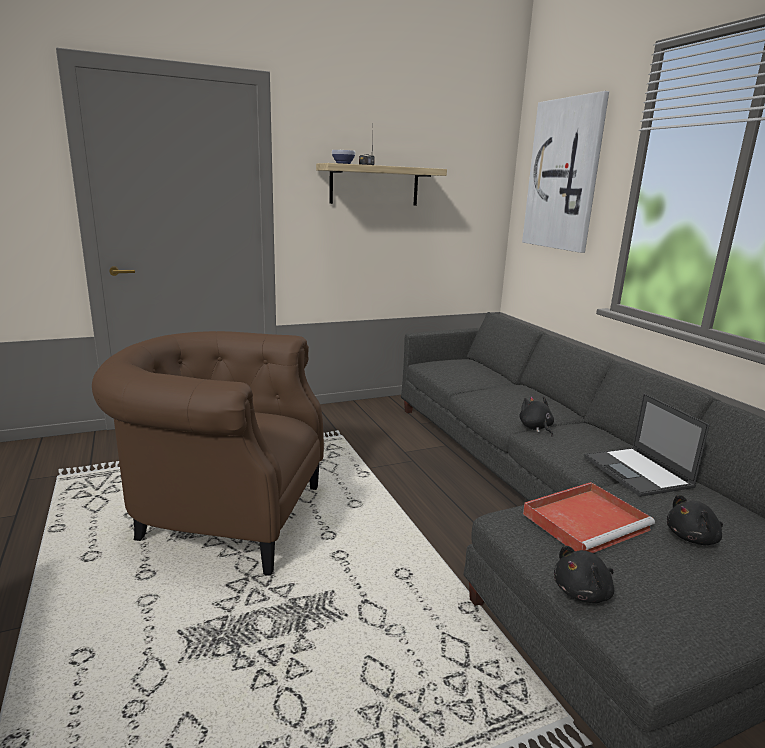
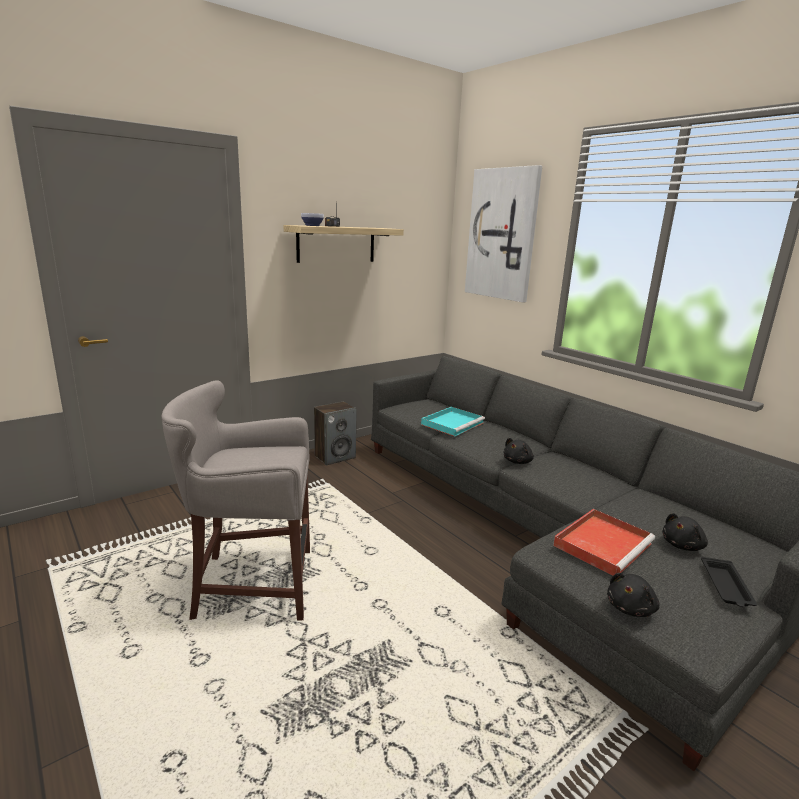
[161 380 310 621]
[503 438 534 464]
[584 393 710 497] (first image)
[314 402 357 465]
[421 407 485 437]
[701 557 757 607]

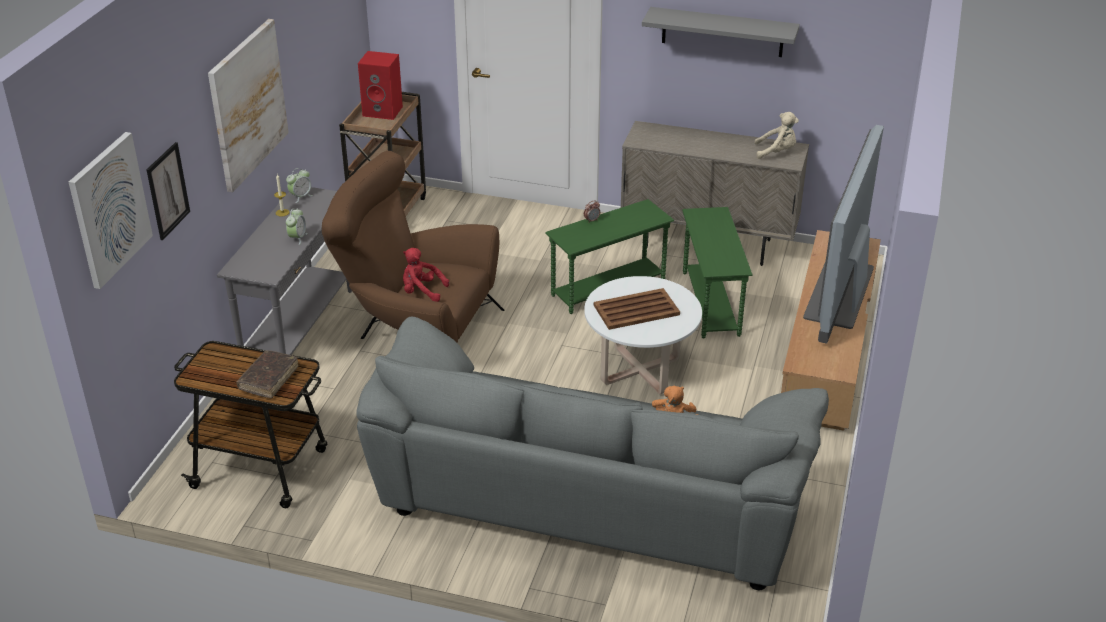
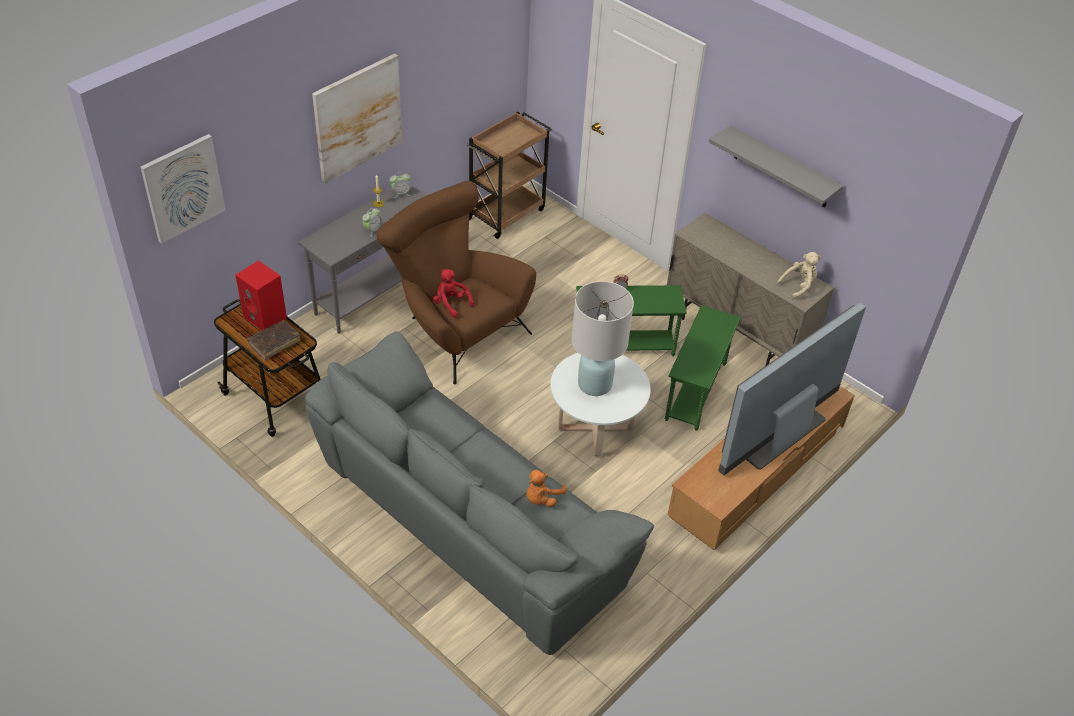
[146 142 190 240] (first image)
[235 260 287 331]
[571 281 634 396]
[777 252 821 300]

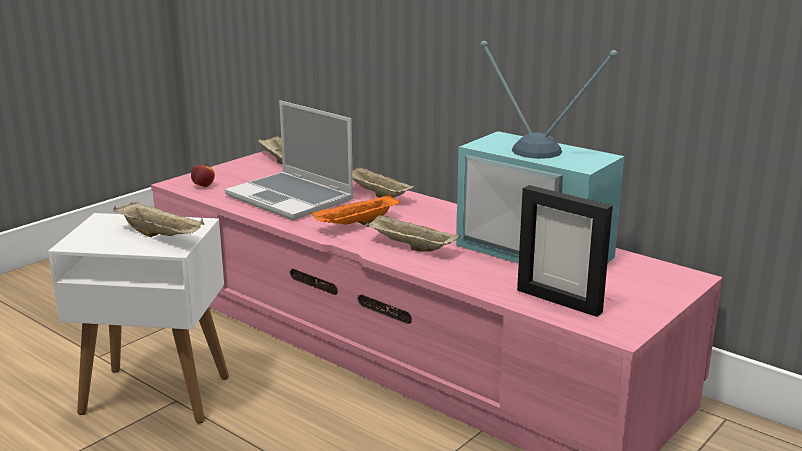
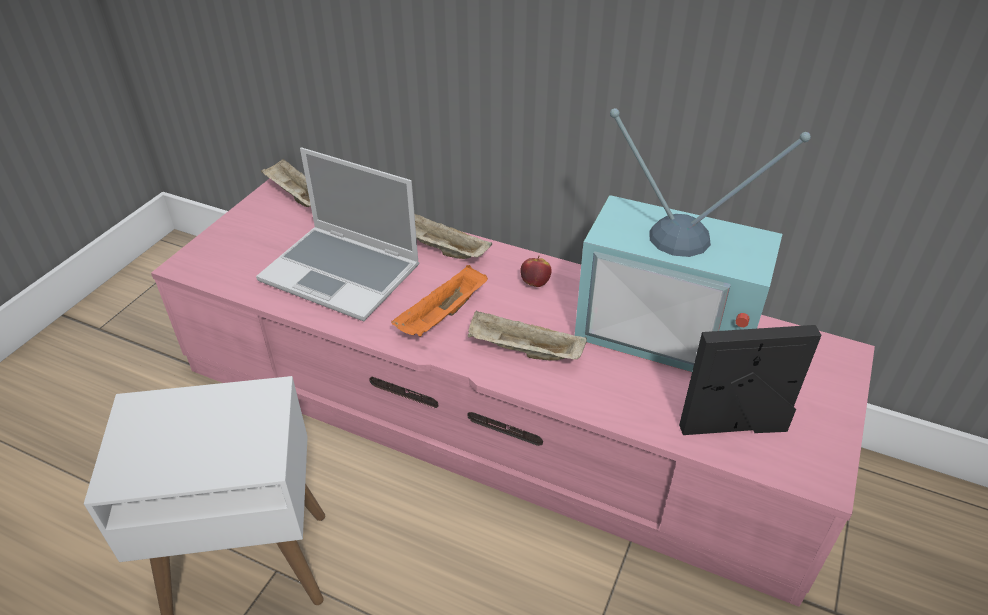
[113 201 204 237] (first image)
[520 255 552 287]
[679 325 822 435]

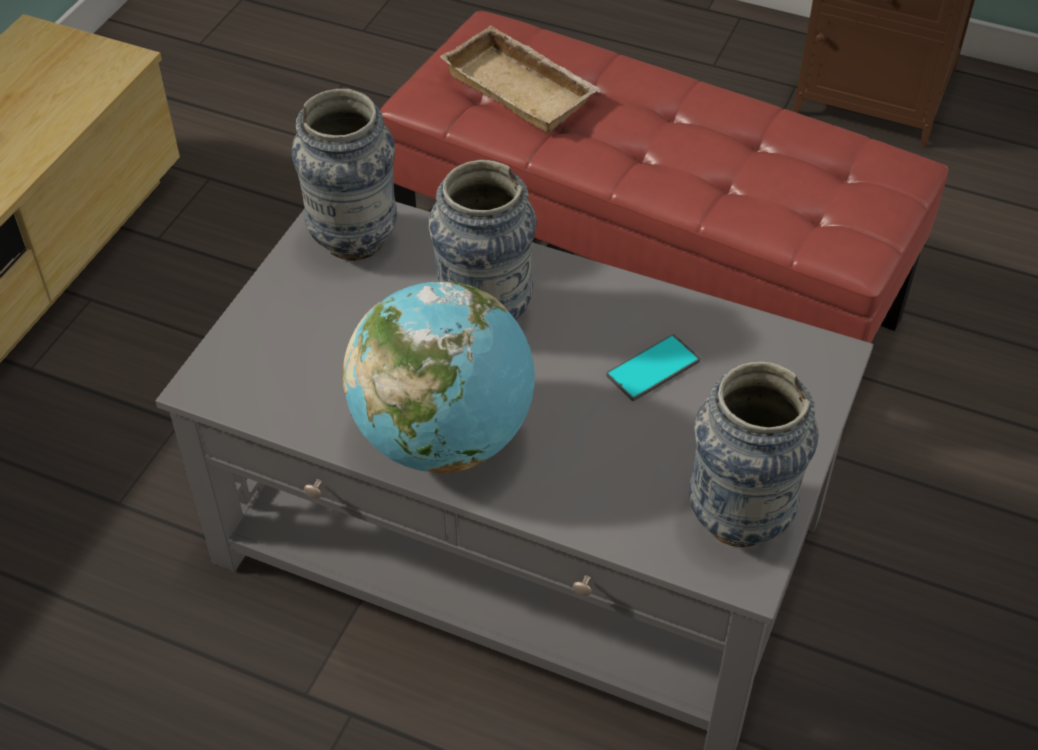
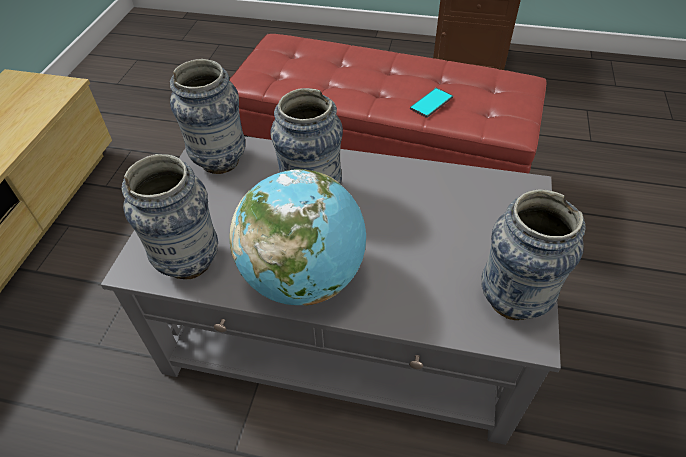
[440 25 600 133] (first image)
[410 88 453 118]
[122 154 218 279]

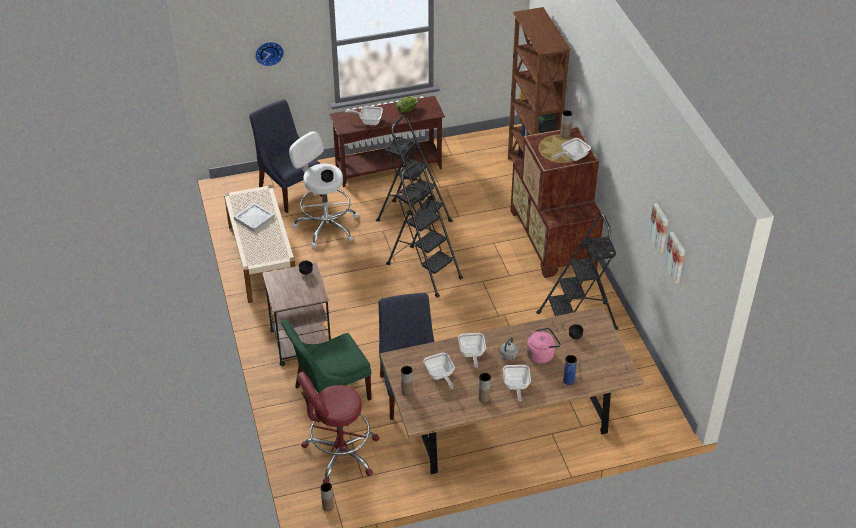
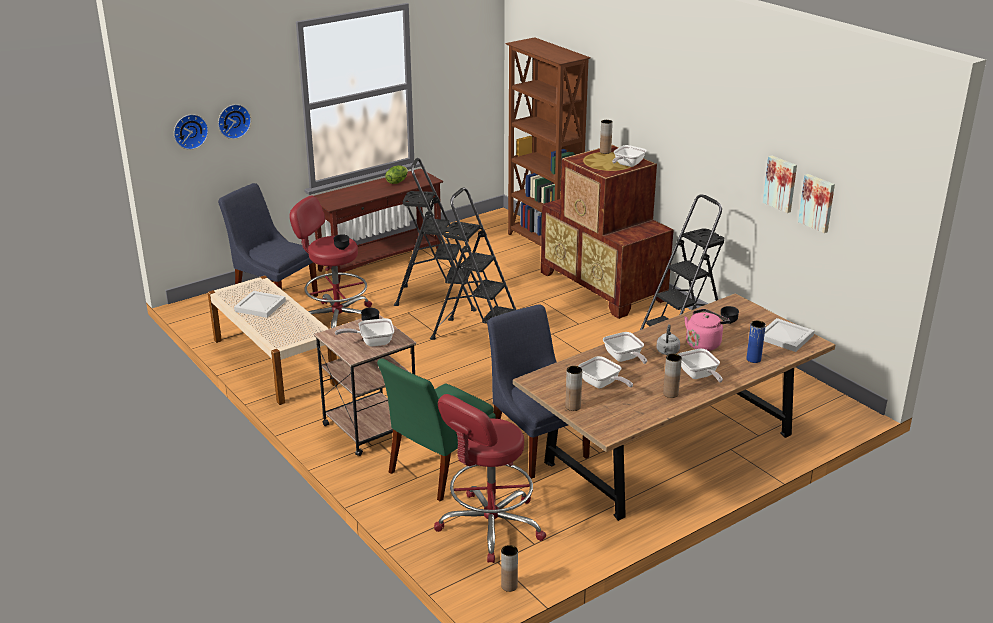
[289 196 372 328]
[335 318 394 347]
[174 114 208 150]
[764 318 815 352]

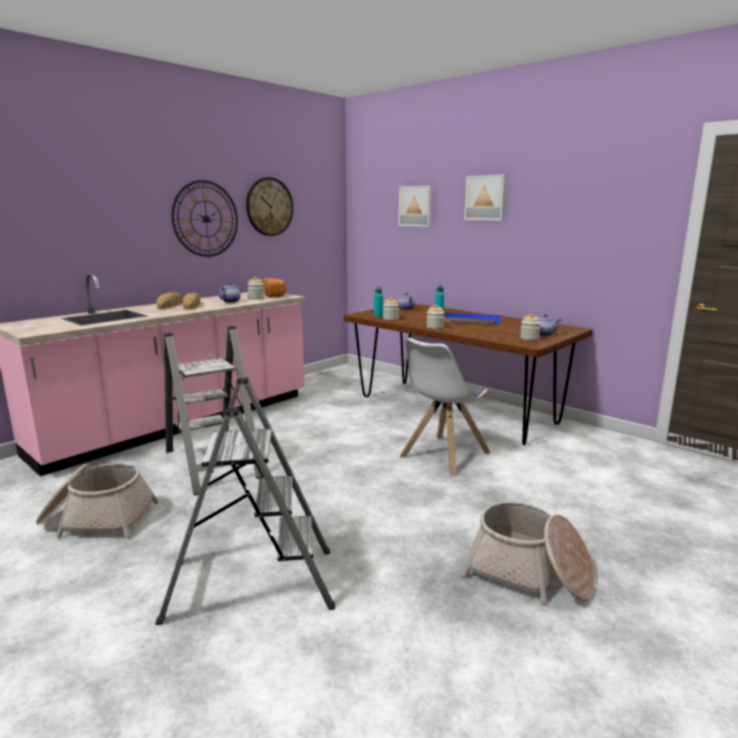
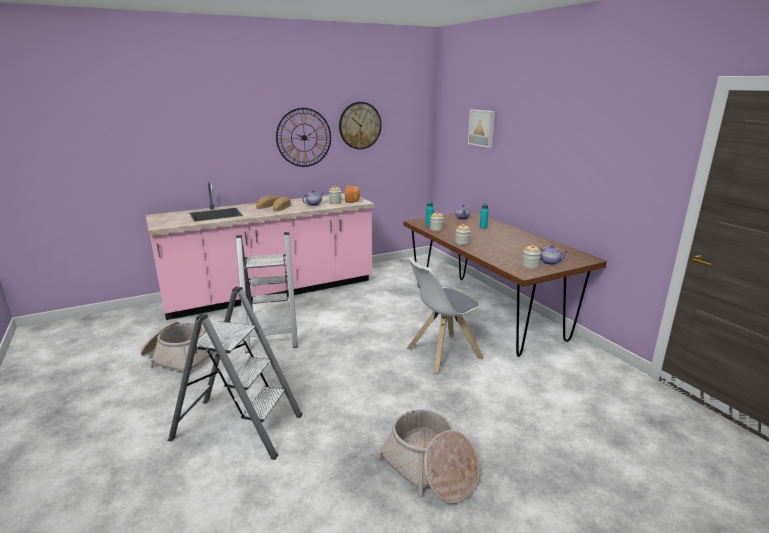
[443 312 502 324] (first image)
[464 174 507 220] (first image)

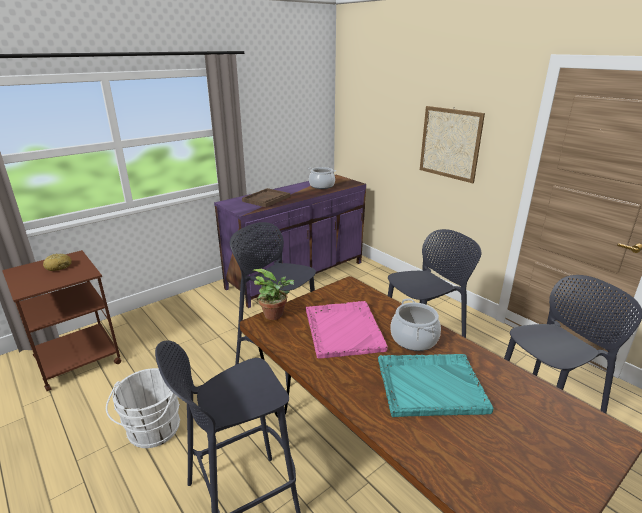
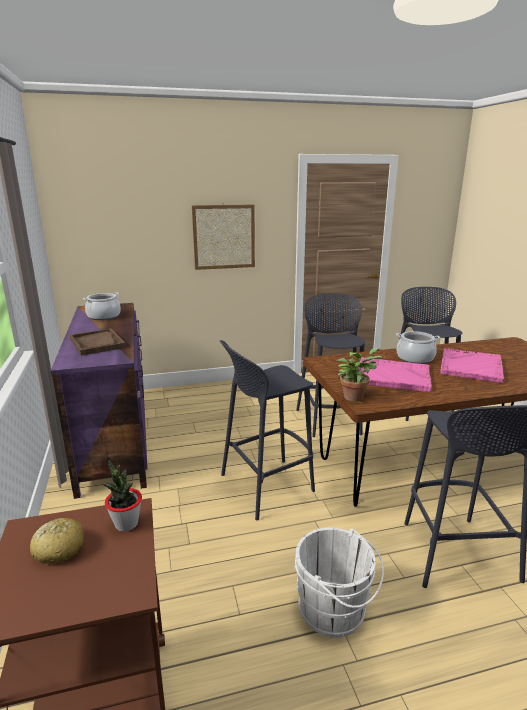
[440 348 504 383]
[104 460 142 532]

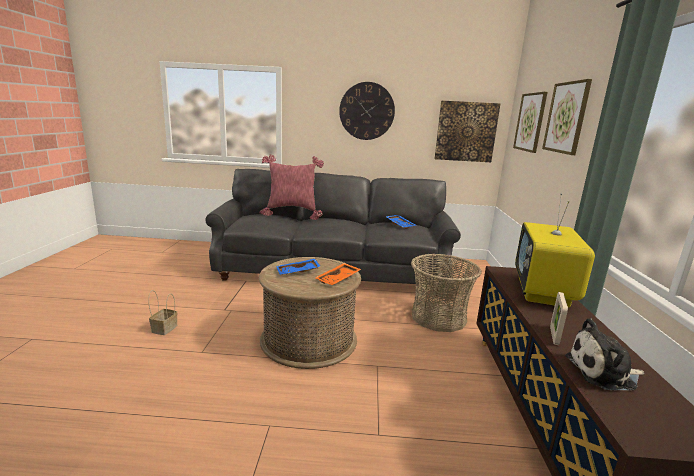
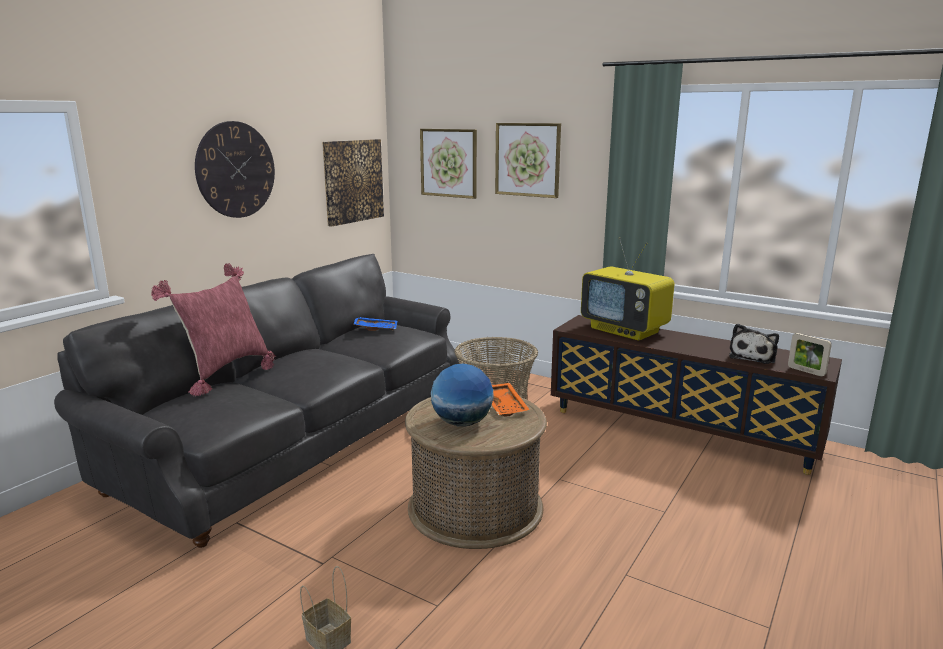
[431 364 494 427]
[788 333 832 376]

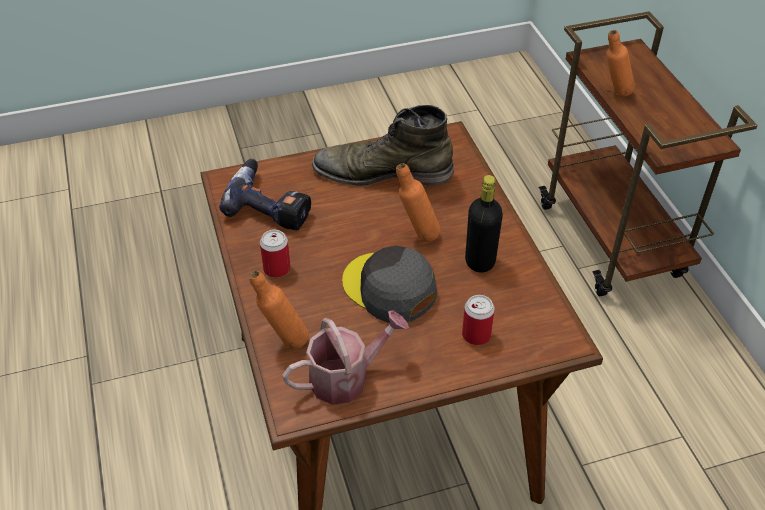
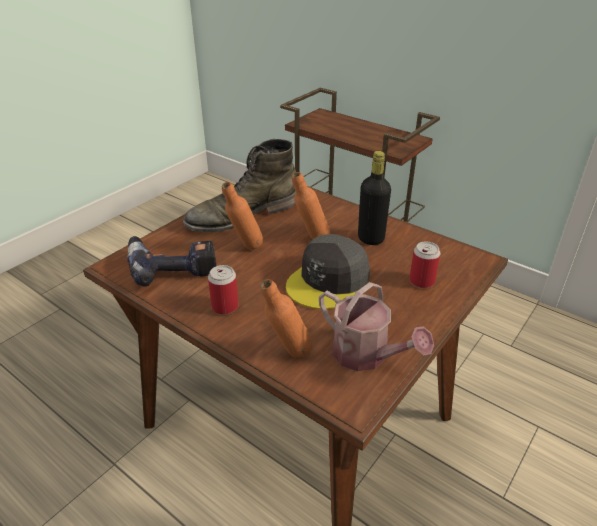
[319 282 434 371]
[286 234 370 309]
[222 182 263 250]

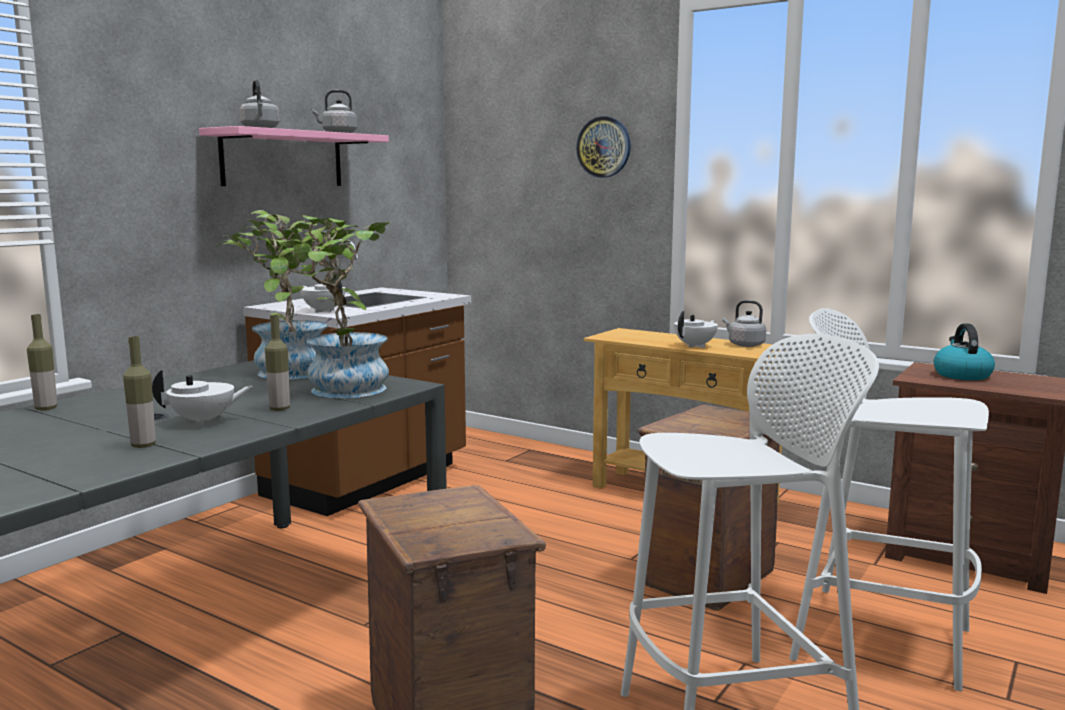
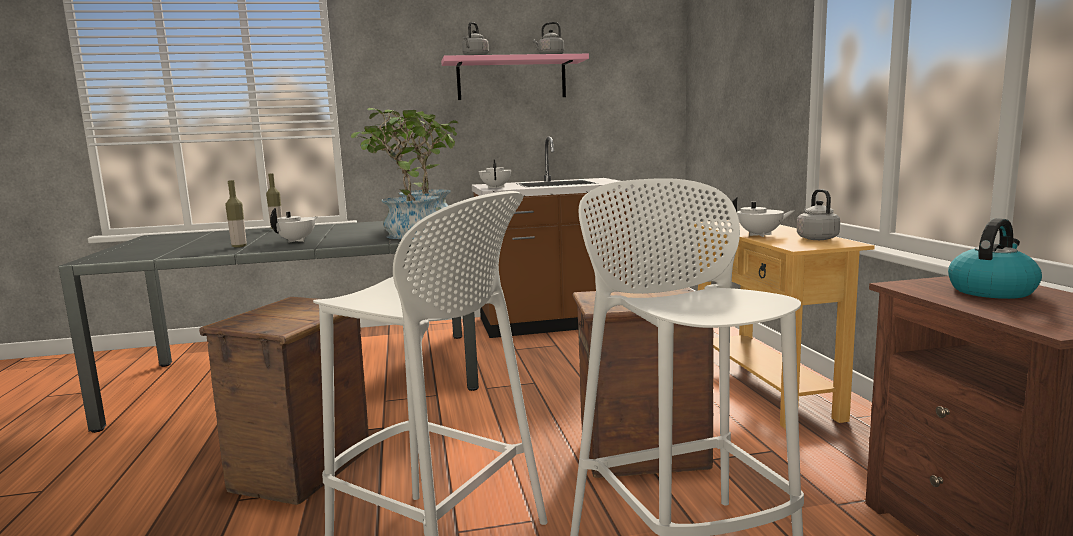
[270 208 318 243]
[265 315 290 411] (first image)
[576 116 631 178] (first image)

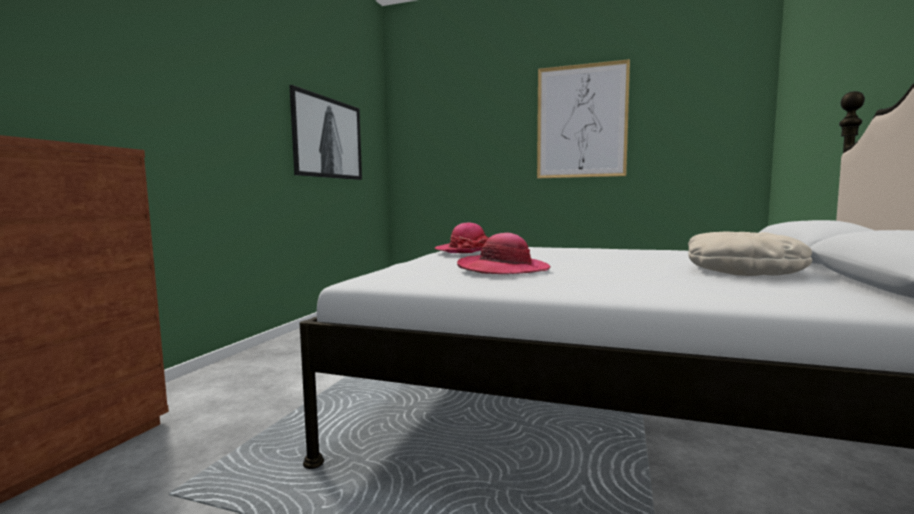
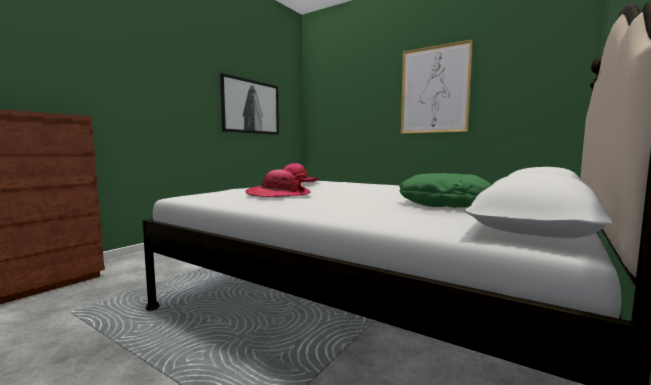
[400 173 491 208]

